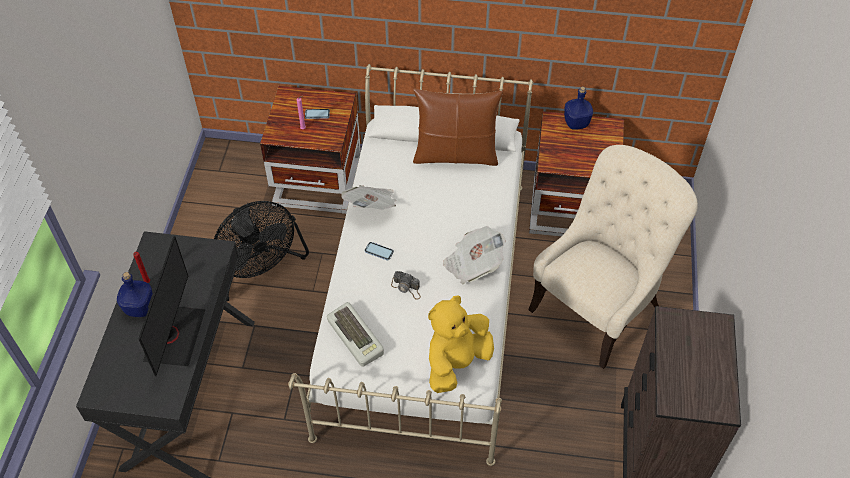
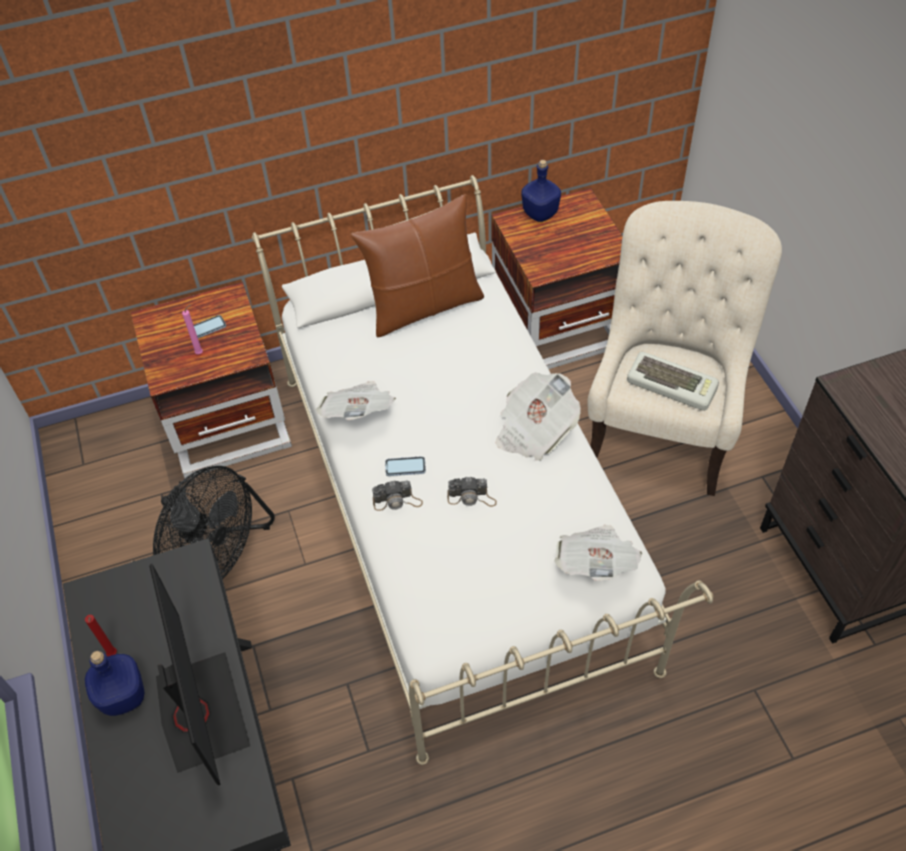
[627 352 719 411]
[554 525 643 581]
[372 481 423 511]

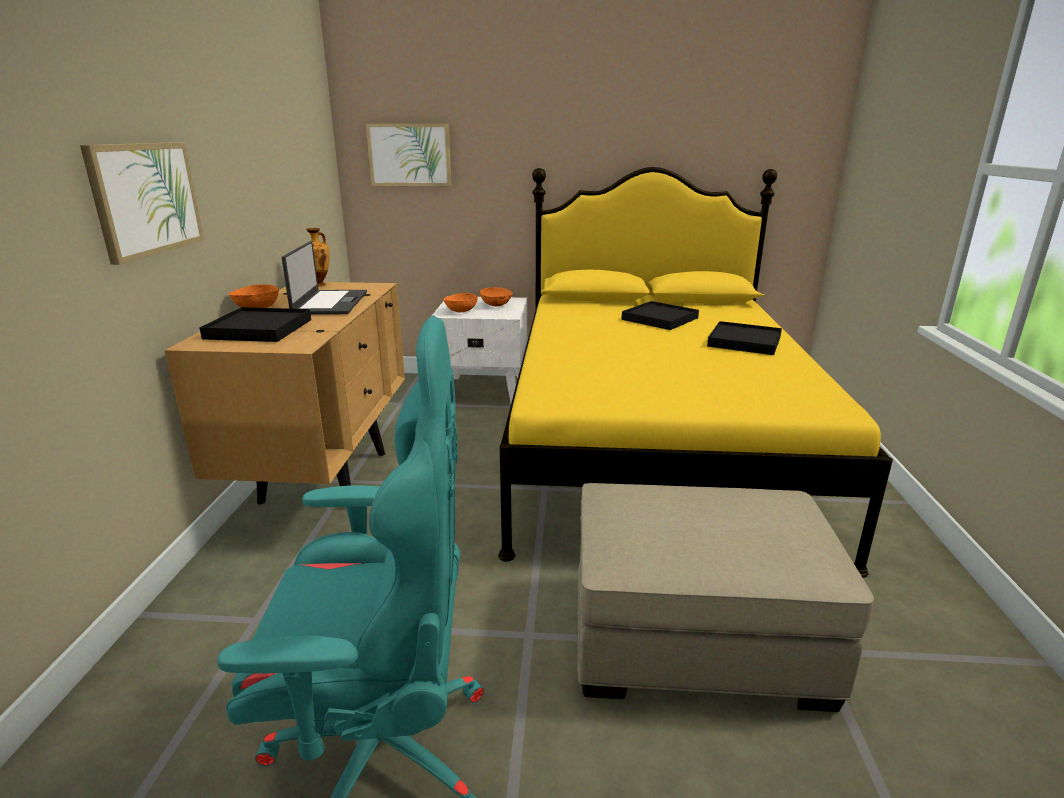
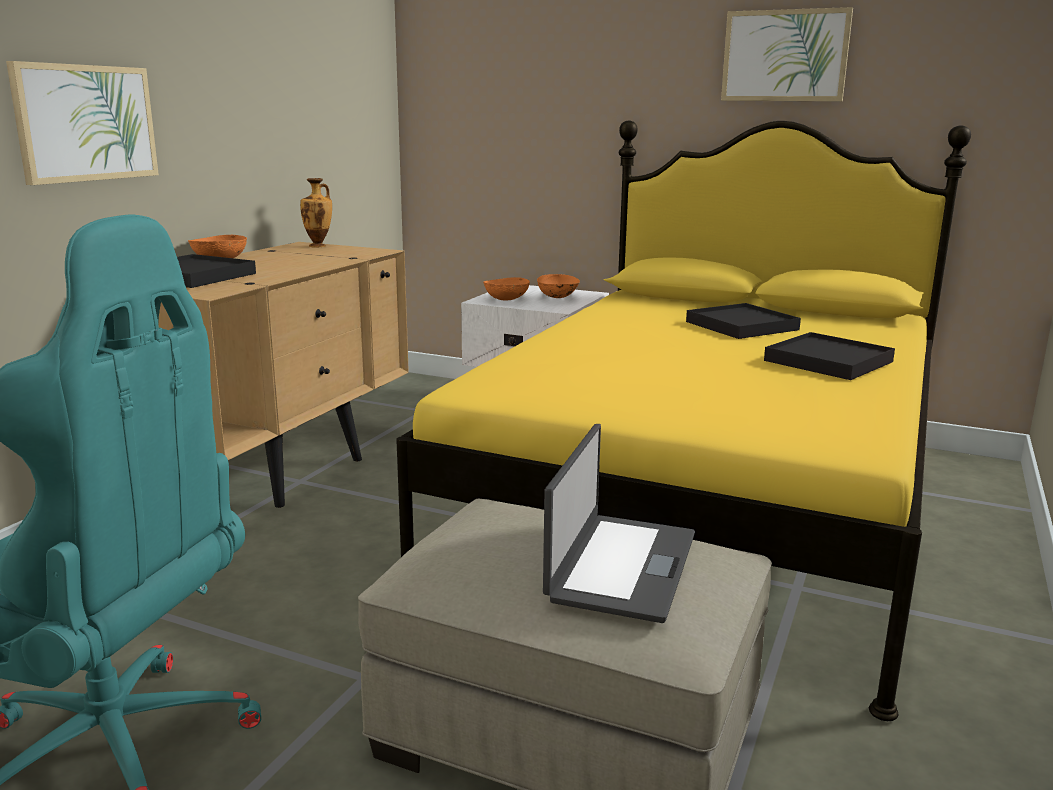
[543 424 695 623]
[721 7 853 101]

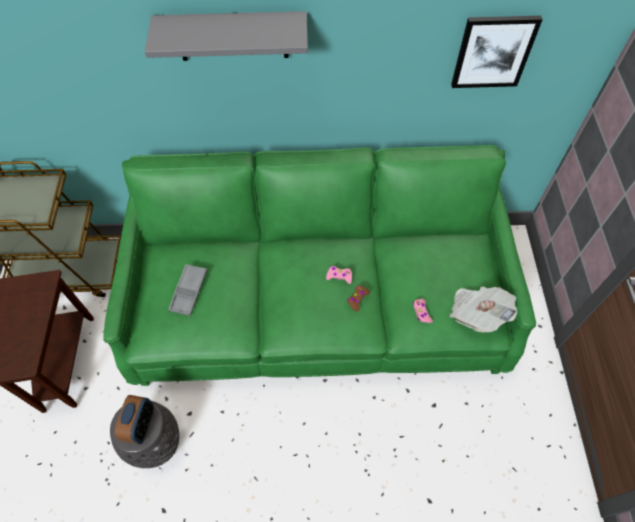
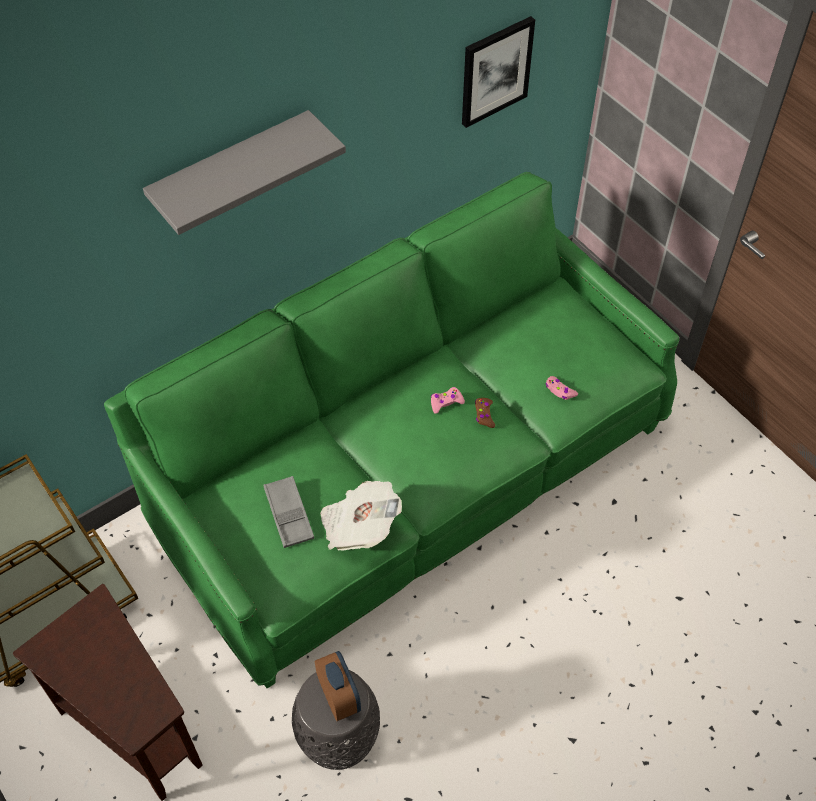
[320 481 402 550]

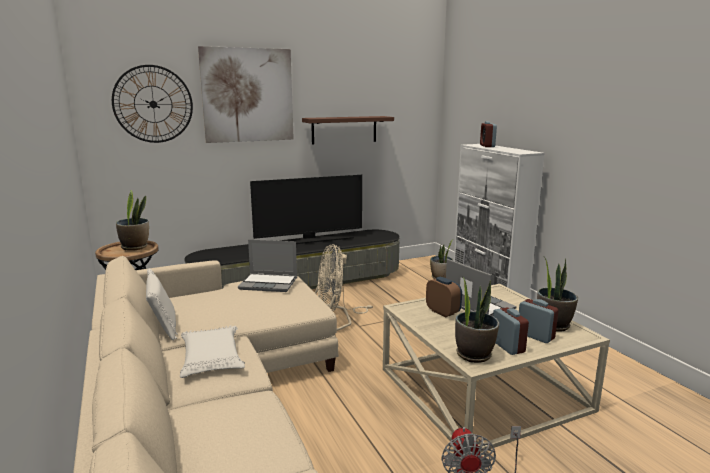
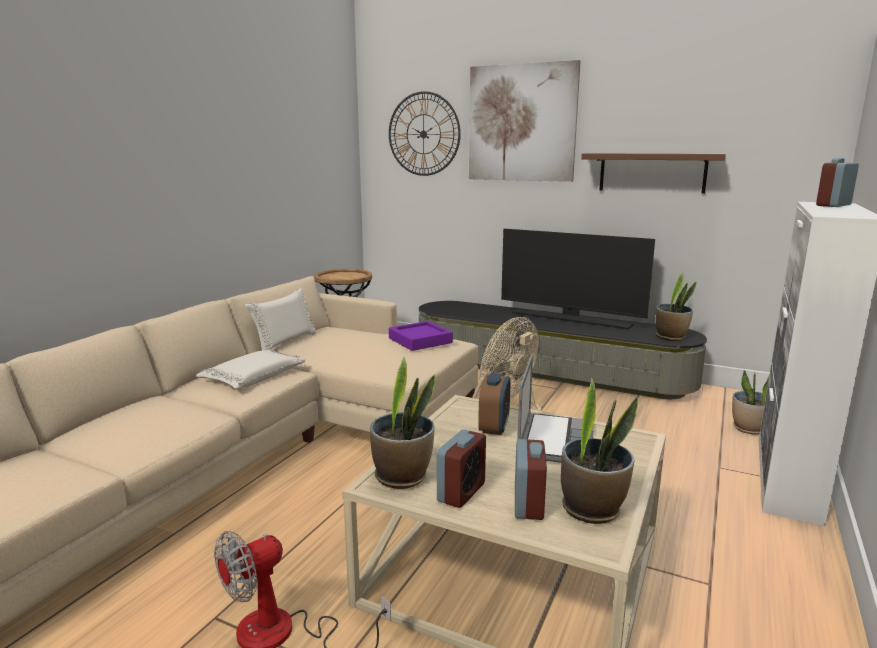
[656 273 697 341]
[389 321 453 351]

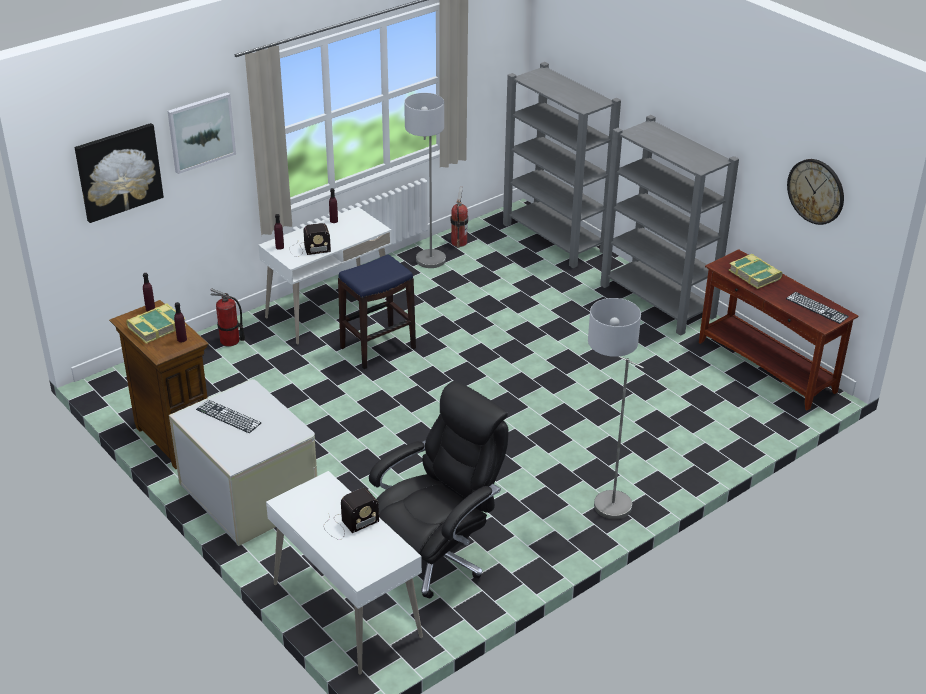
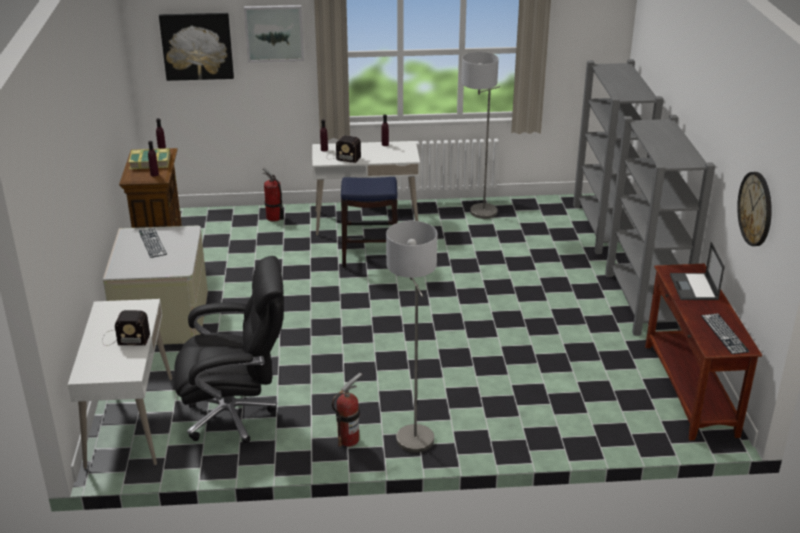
[332 373 362 447]
[670 242 725 300]

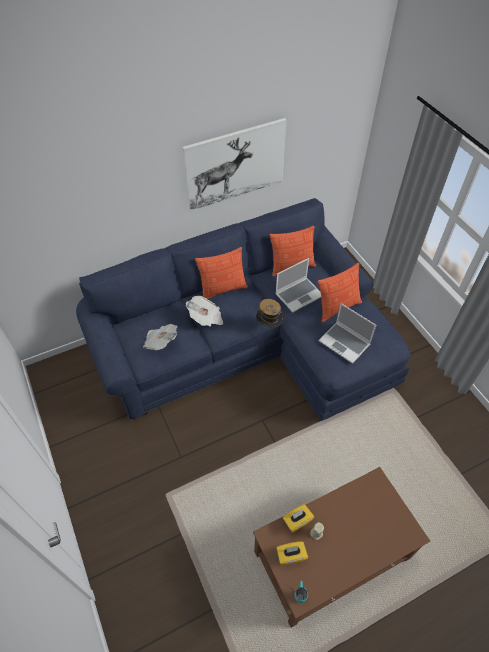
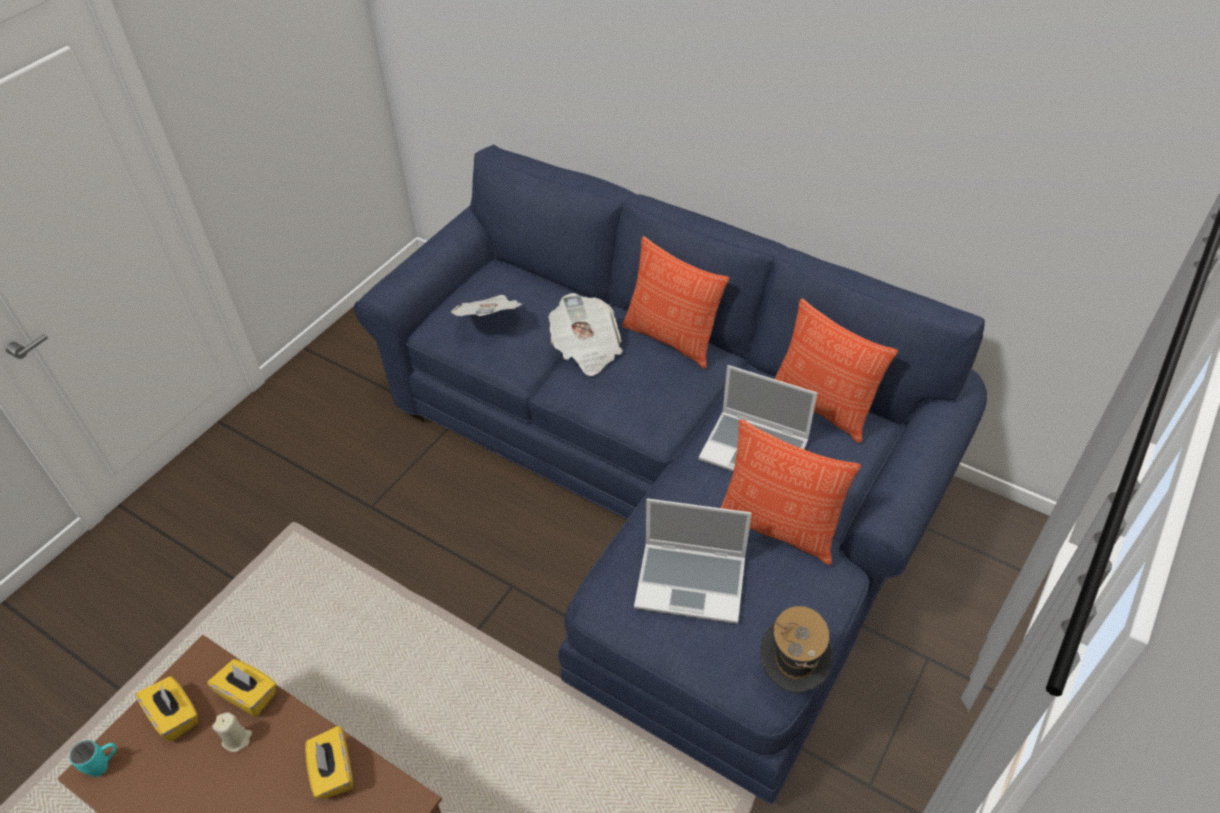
[182 118 287 211] (first image)
[761 606 832 693]
[634 498 752 624]
[305 726 353 799]

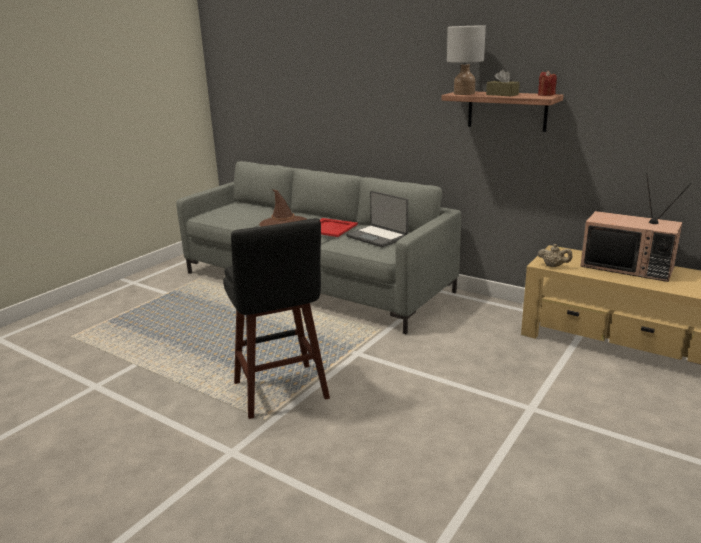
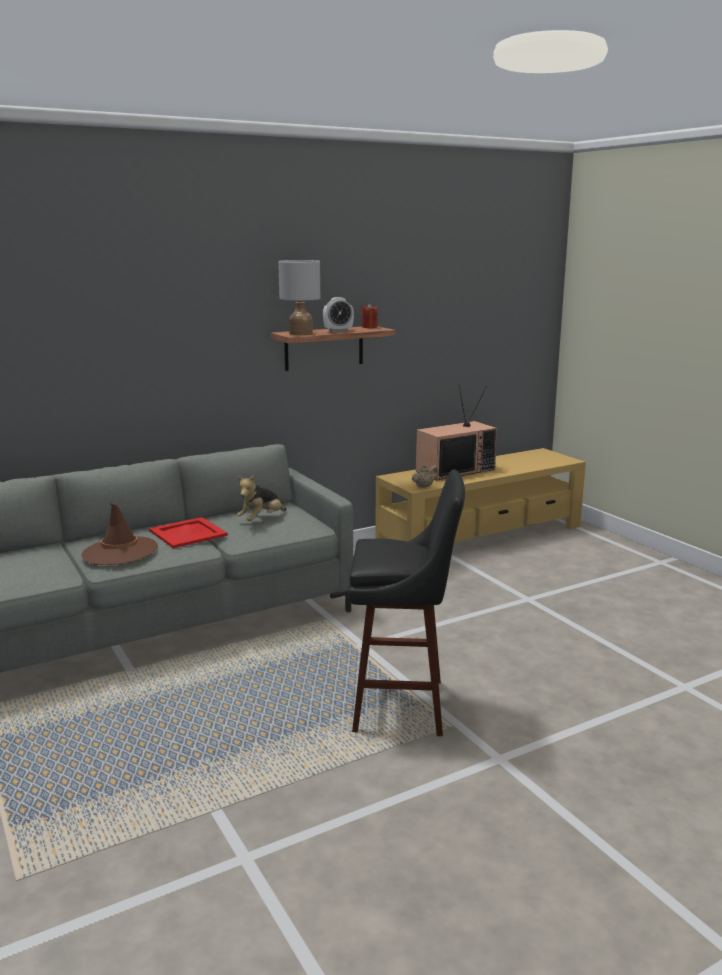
[237 475 286 521]
[323 297 354 332]

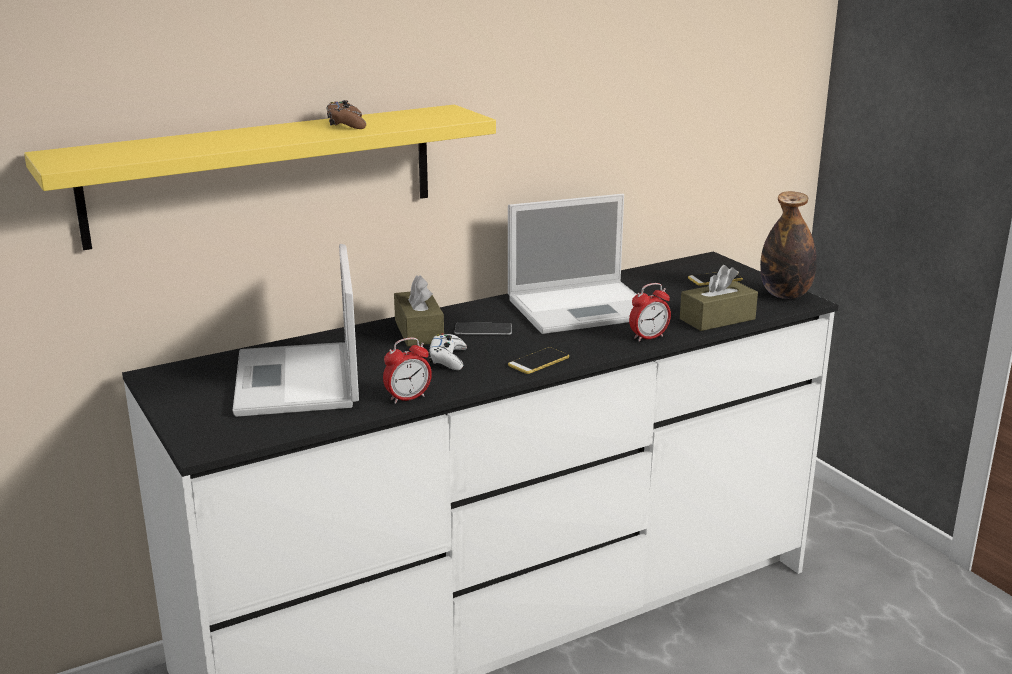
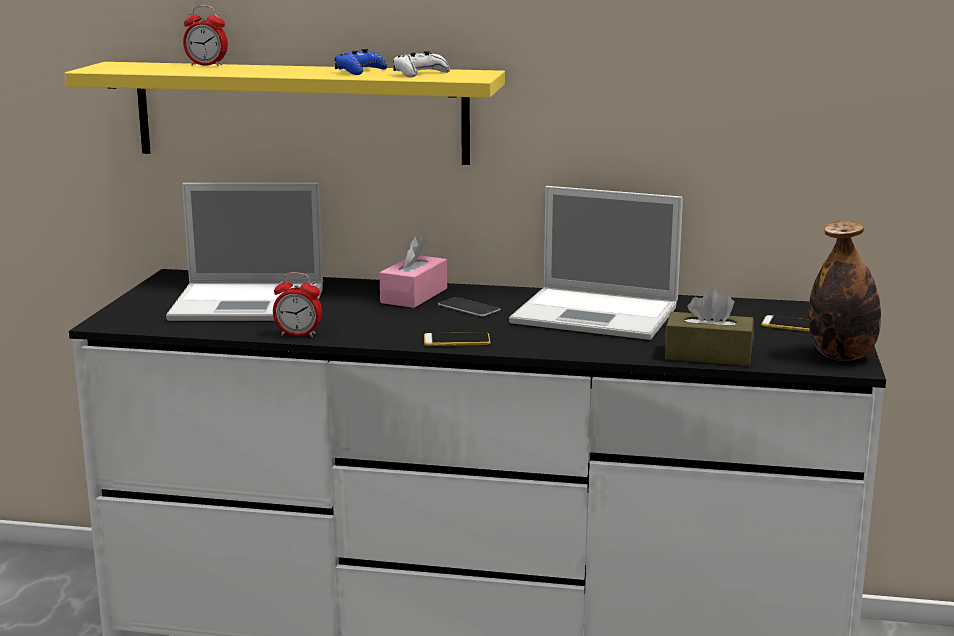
[166 183 323 321]
[334 49 387 75]
[379 236 447 308]
[393 51 450 78]
[183 5 228 66]

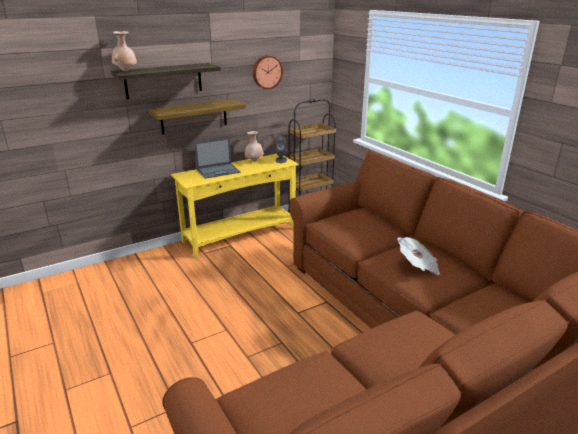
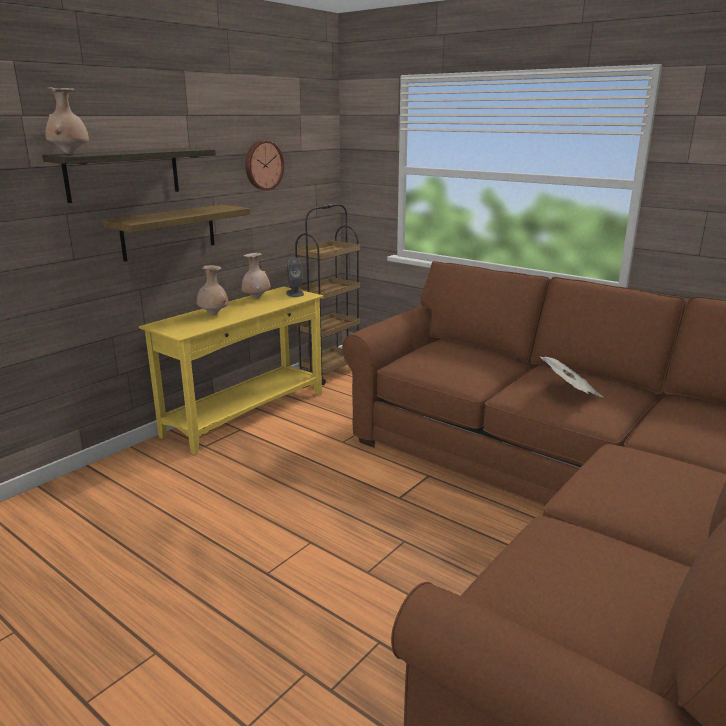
[196 265 229 315]

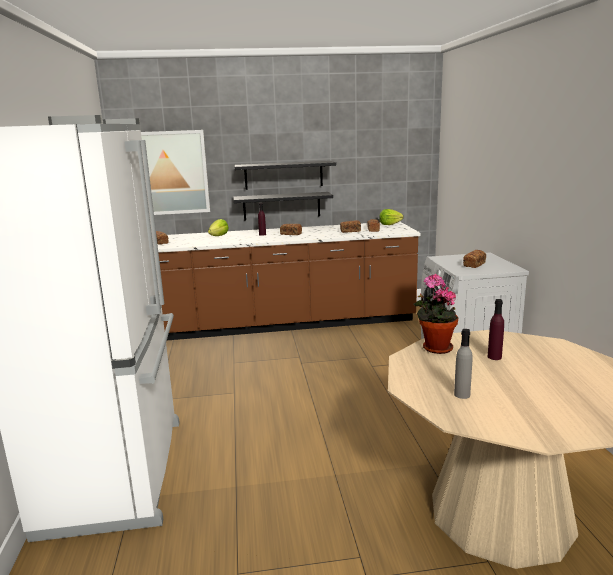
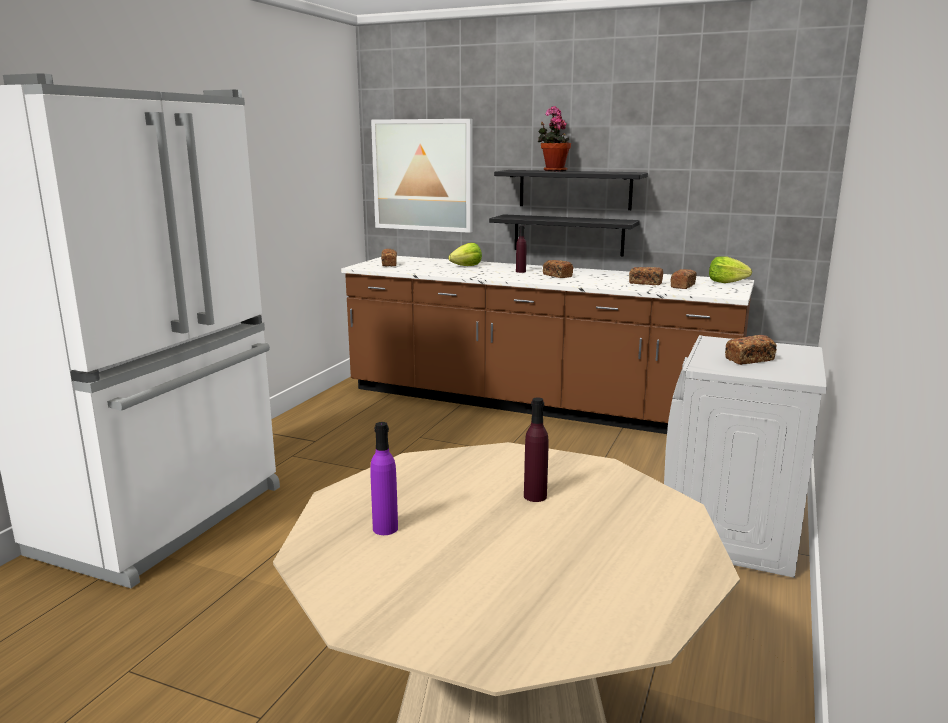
[538 106 571 171]
[370 422 398 535]

